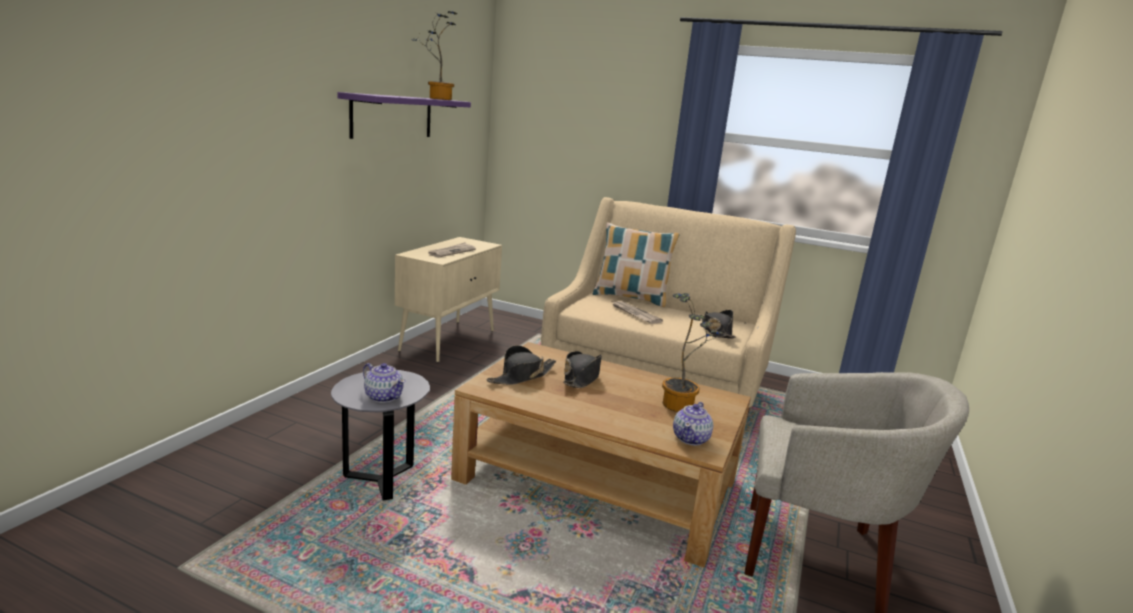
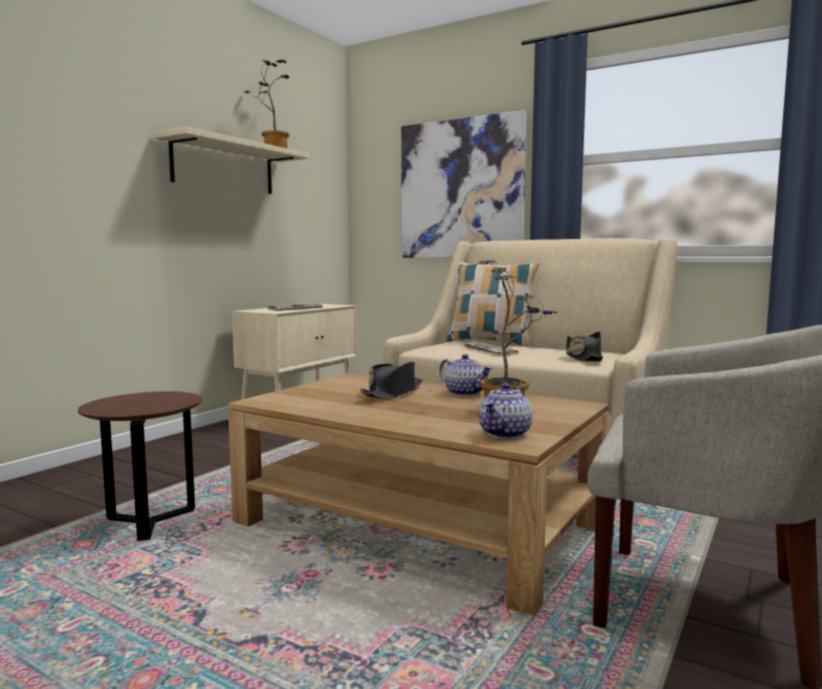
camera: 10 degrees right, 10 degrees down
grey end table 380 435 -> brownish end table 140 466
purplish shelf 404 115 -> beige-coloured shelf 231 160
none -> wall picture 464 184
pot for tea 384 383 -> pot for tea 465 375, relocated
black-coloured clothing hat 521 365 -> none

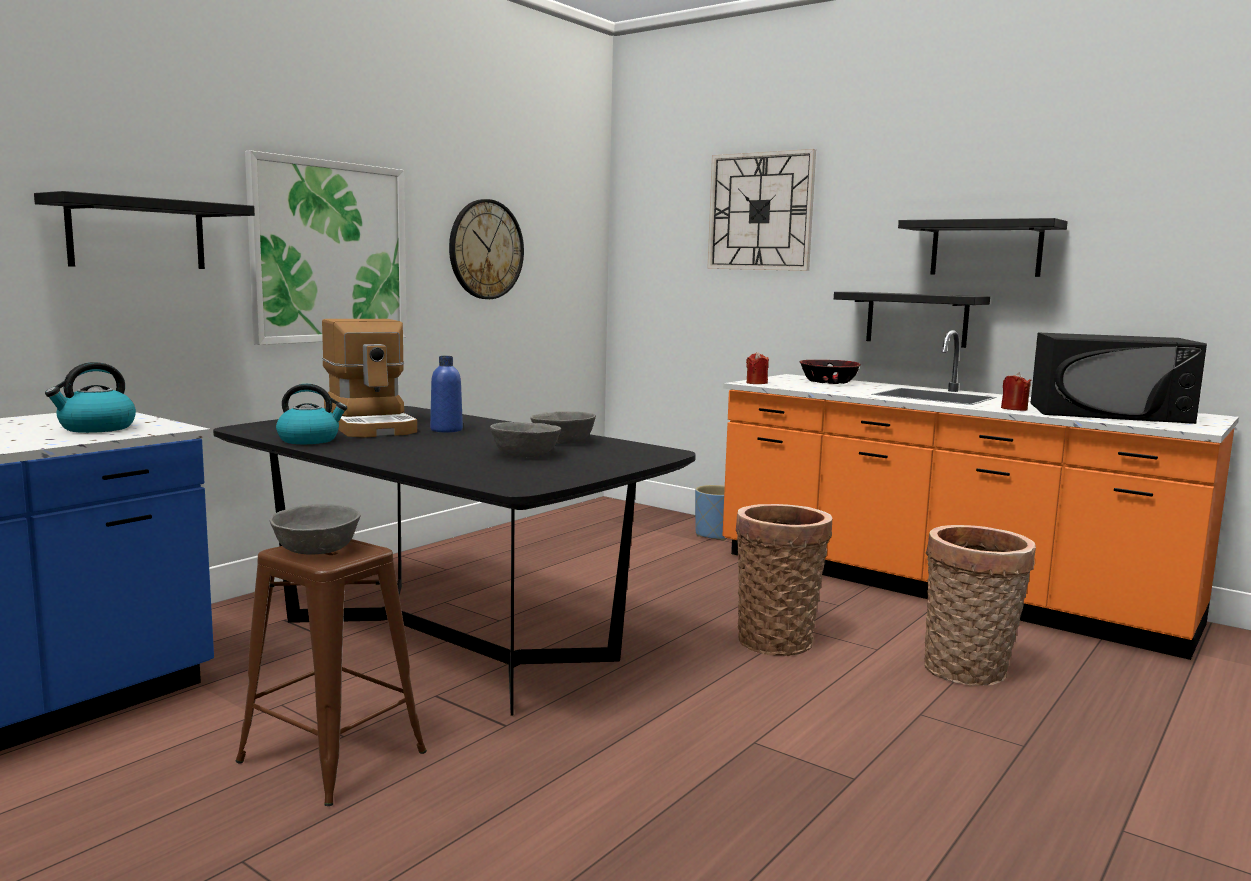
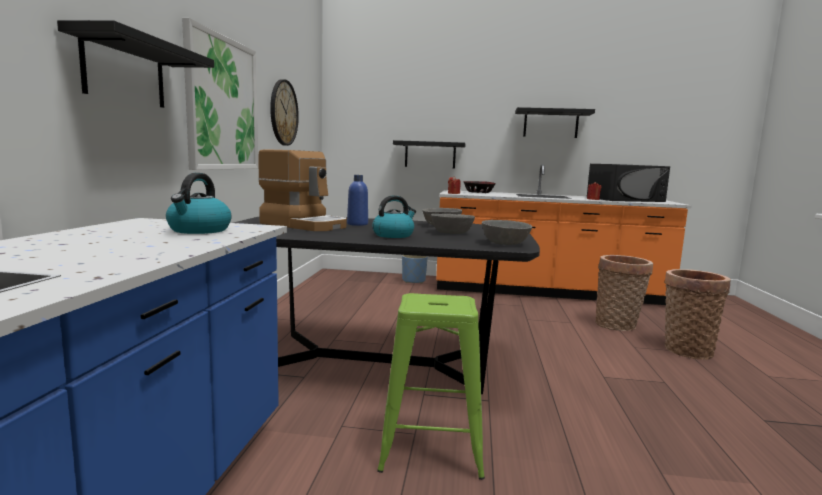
camera: 30 degrees left, 0 degrees up
kettle 311 414 -> kettle 394 216, relocated
brownish stool 331 672 -> green stool 431 386
black-coloured shelf 912 320 -> black-coloured shelf 429 154, relocated
grey bowl 315 529 -> grey bowl 507 232, relocated
household basket 784 580 -> household basket 697 314, relocated
wall clock 761 210 -> none

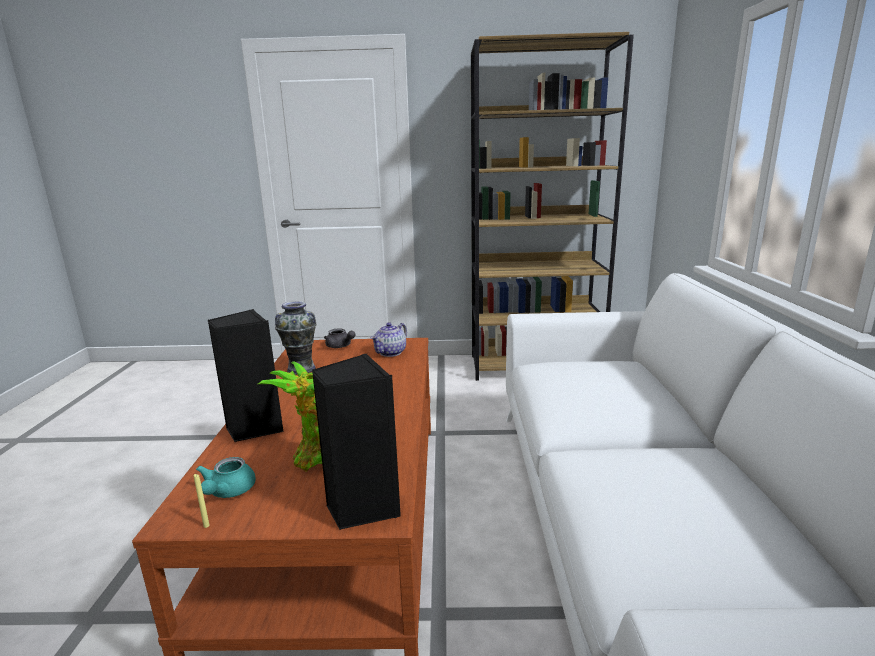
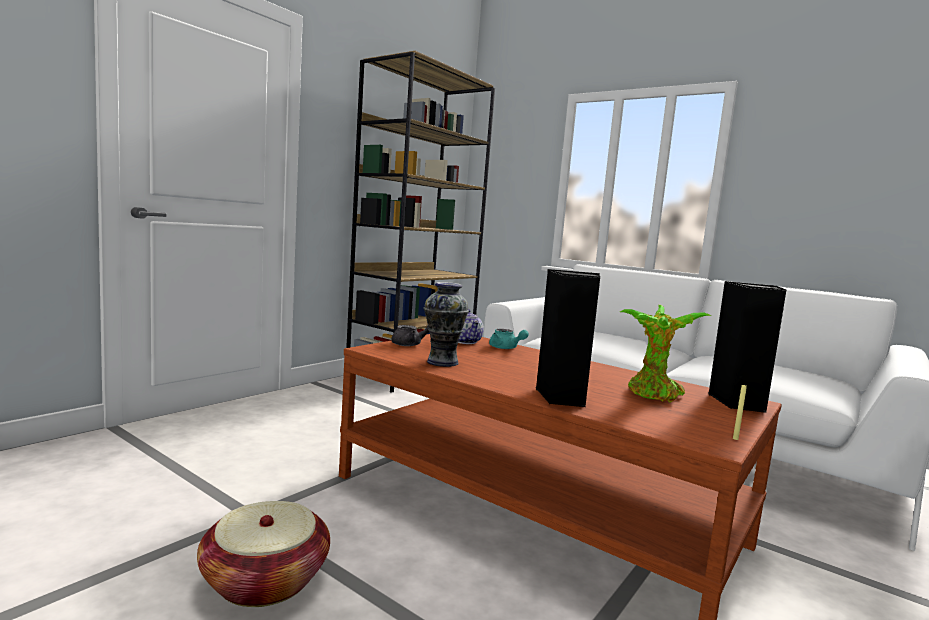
camera: 55 degrees left, 10 degrees down
none -> household basket 263 554
blue-green pot for tea 226 477 -> blue-green pot for tea 509 339, relocated

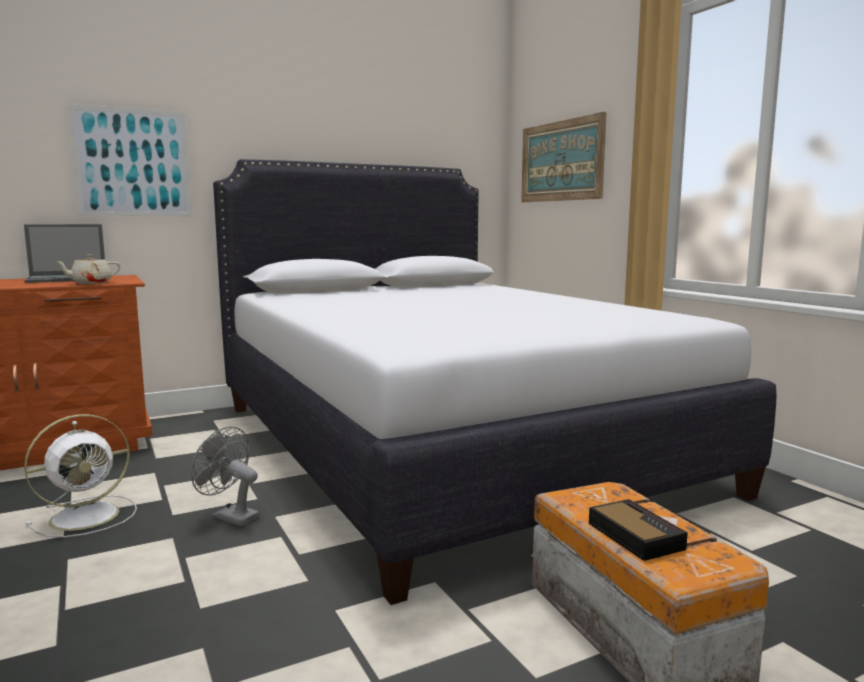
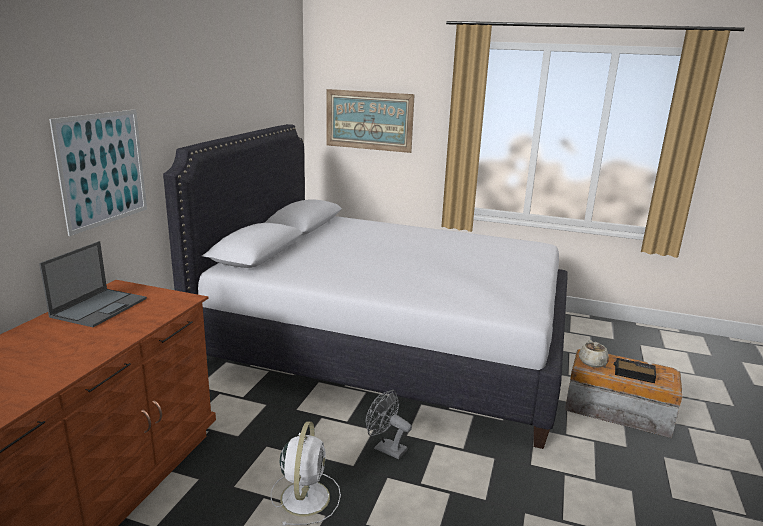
camera: 45 degrees left, 10 degrees up
grey fan 225 476 -> grey fan 389 424, 45 degrees clockwise
beige-coloured pot for tea 87 269 -> beige-coloured pot for tea 594 354, relocated

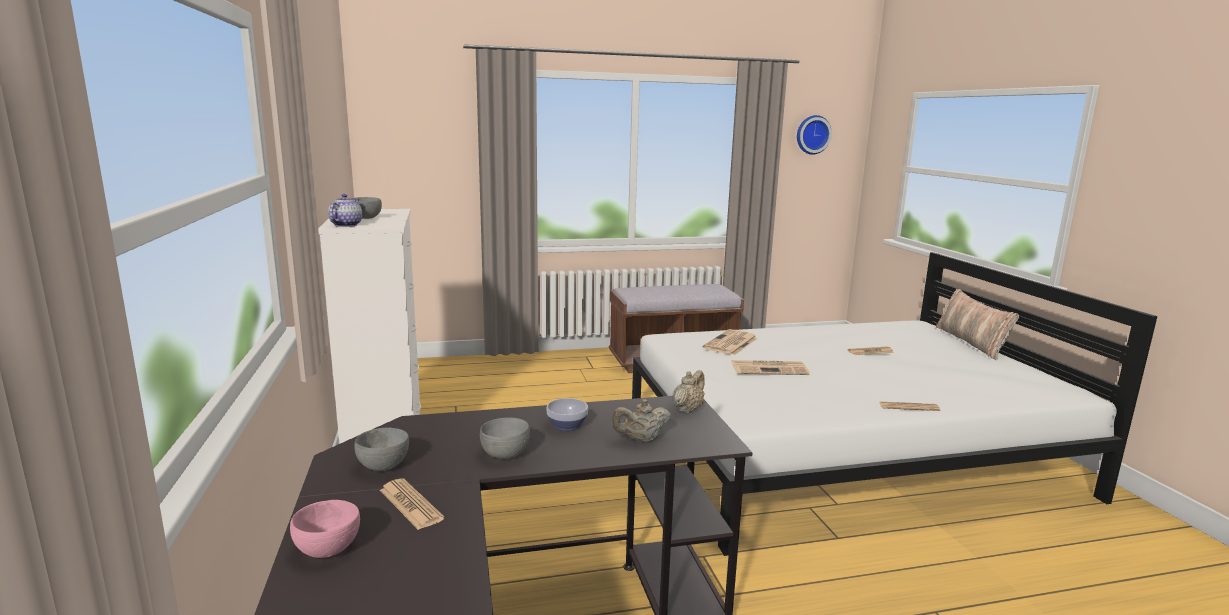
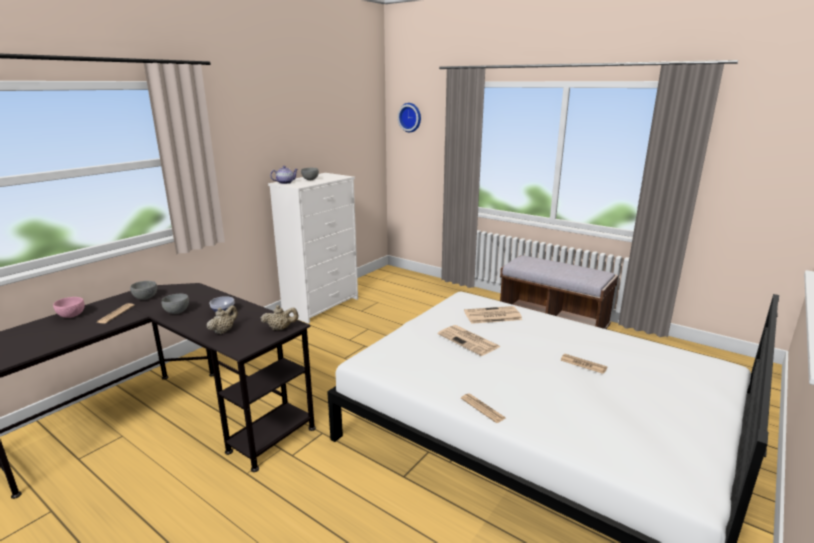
camera: 50 degrees right, 5 degrees up
beige-coloured pot for tea 641 421 -> beige-coloured pot for tea 222 319, 90 degrees clockwise
wall clock 814 135 -> wall clock 409 117, relocated
throw pillow 977 324 -> none

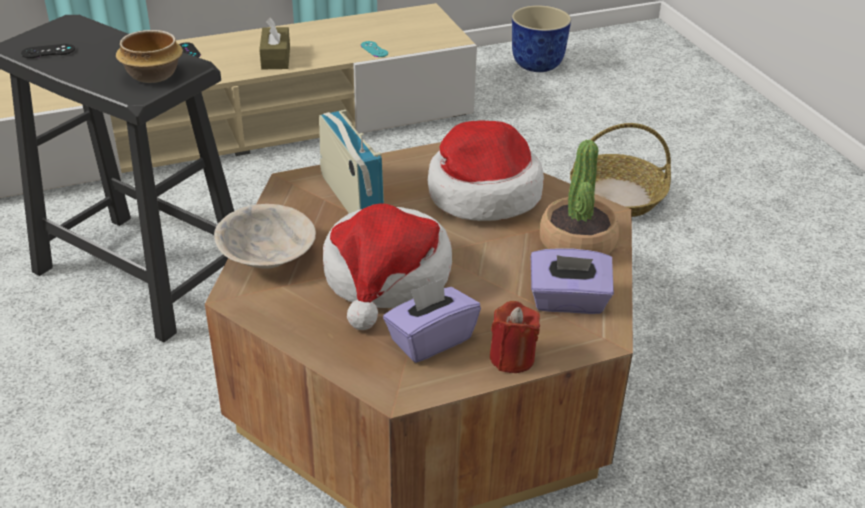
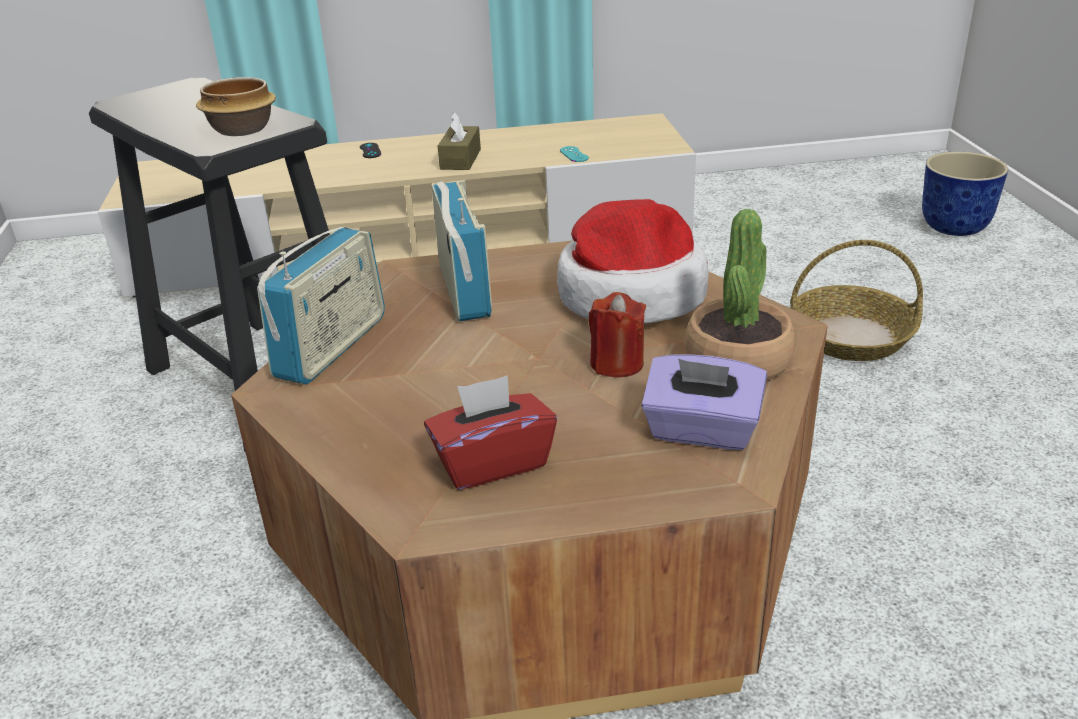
camera: 15 degrees right, 5 degrees down
beige-coloured bowl 265 236 -> radio set 321 305
purplish tissue box 432 321 -> reddish tissue box 490 432
reddish wax candle 515 337 -> reddish wax candle 617 335, relocated
flower pot 541 38 -> flower pot 965 194, relocated
black-coloured game controller 48 51 -> none
clothing hat 387 266 -> none

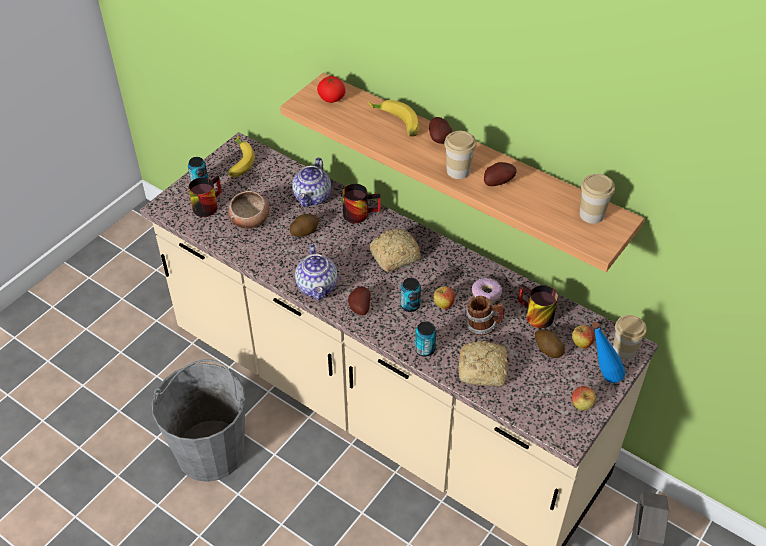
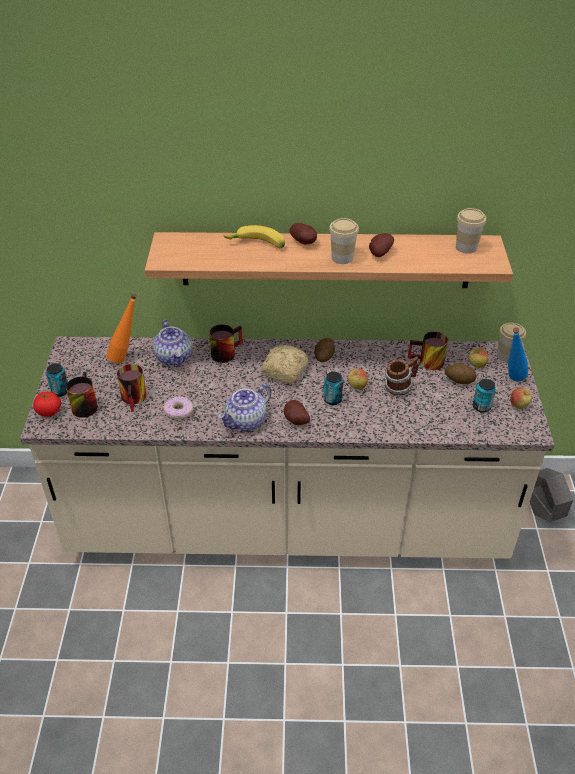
camera: 35 degrees left, 5 degrees down
whole tomato 331 89 -> whole tomato 47 404, relocated
none -> orangey beverage bottle 121 328
bowl 248 210 -> tea mug 132 387
donut 486 290 -> donut 178 408, relocated
pot for tea 316 272 -> pot for tea 245 407, 90 degrees clockwise
spud 304 225 -> spud 325 350, relocated
sealed can 425 339 -> sealed can 484 396, relocated
grey pail 198 420 -> none
banana 241 156 -> none
bread 483 363 -> none

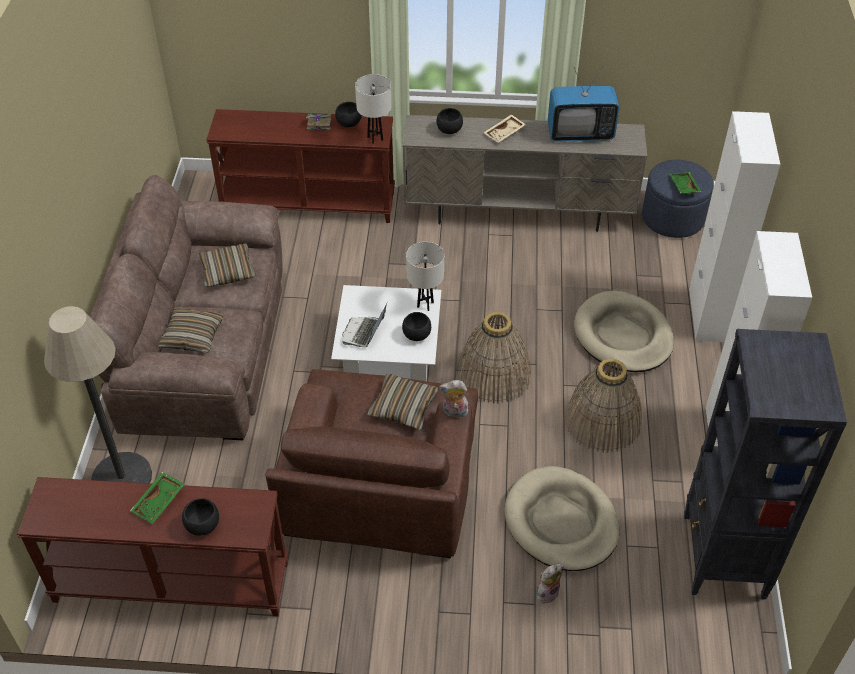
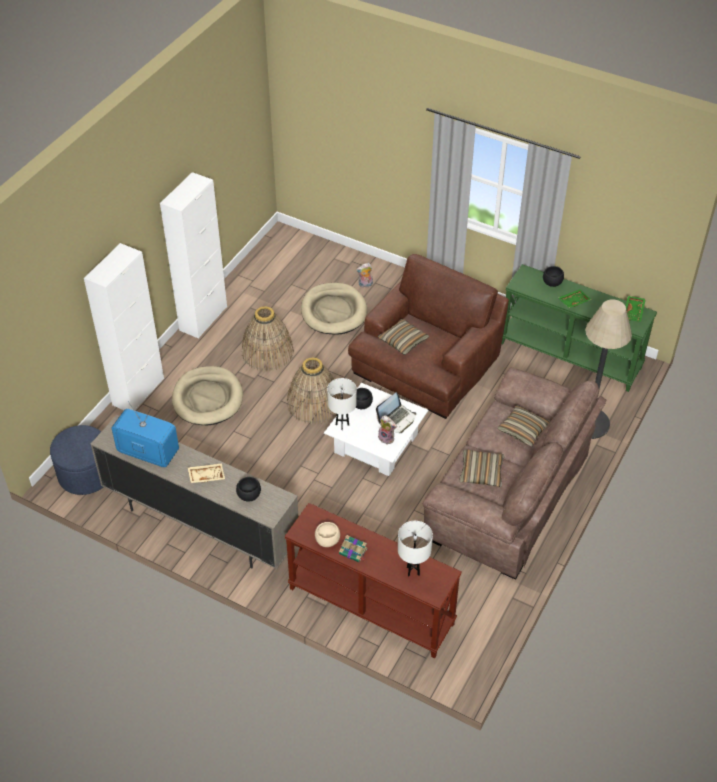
camera: 155 degrees left, 0 degrees up
black-coloured bowl 348 114 -> beige-coloured bowl 327 534
cuddly toy 453 399 -> cuddly toy 387 429, relocated
white lamp for a table 373 109 -> white lamp for a table 415 549, relocated
brownish narrow table 152 547 -> green narrow table 579 328
green tray 685 183 -> green tray 636 309, relocated
black-coloured bookcase 765 464 -> none

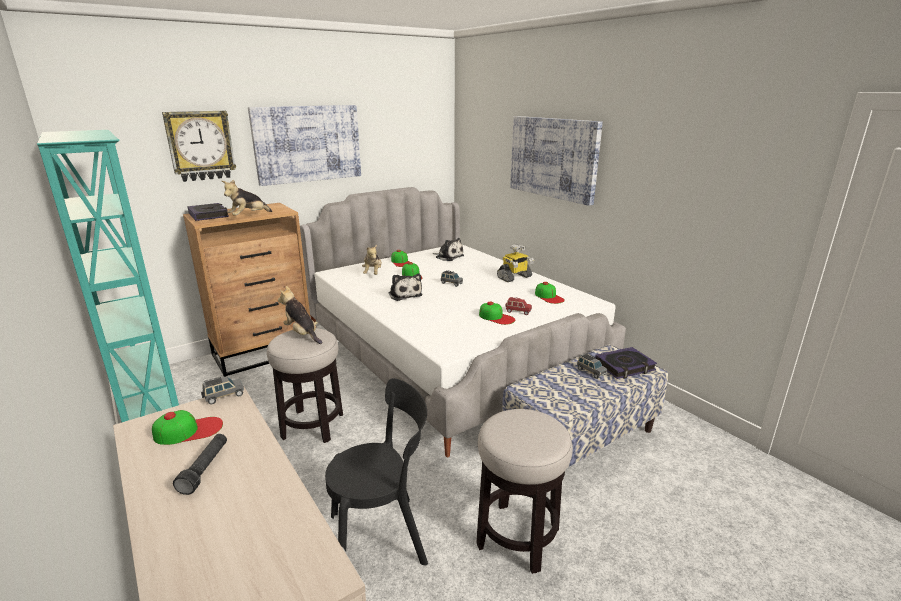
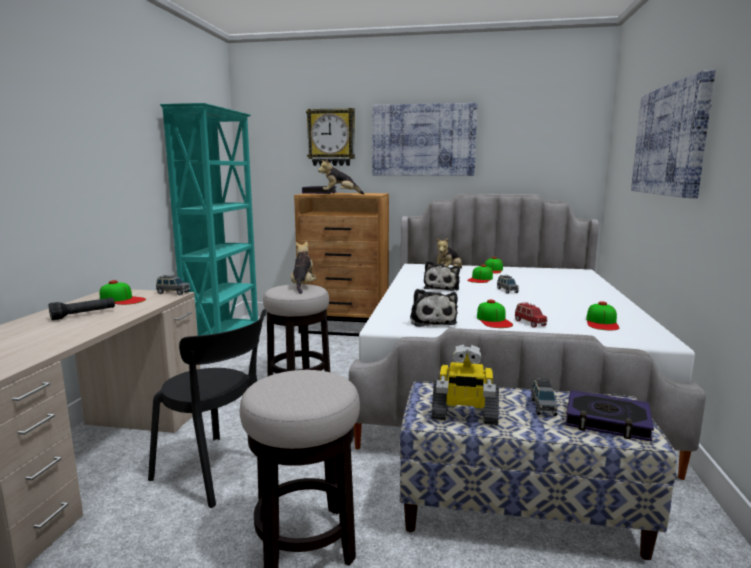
camera: 45 degrees right, 10 degrees down
cuddly toy 449 249 -> cuddly toy 434 308, relocated
model robot 515 263 -> model robot 465 384, relocated

